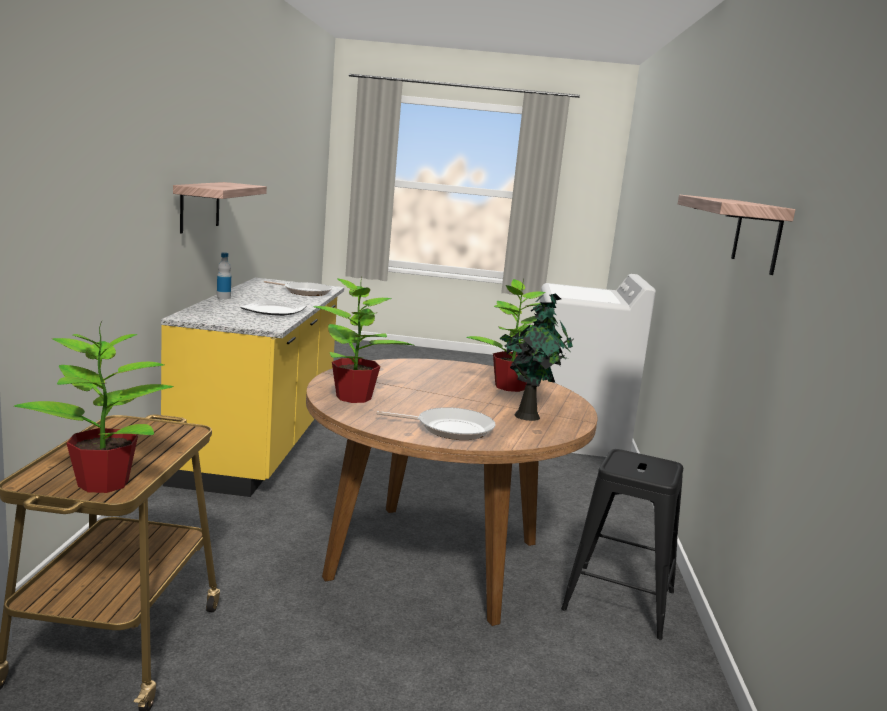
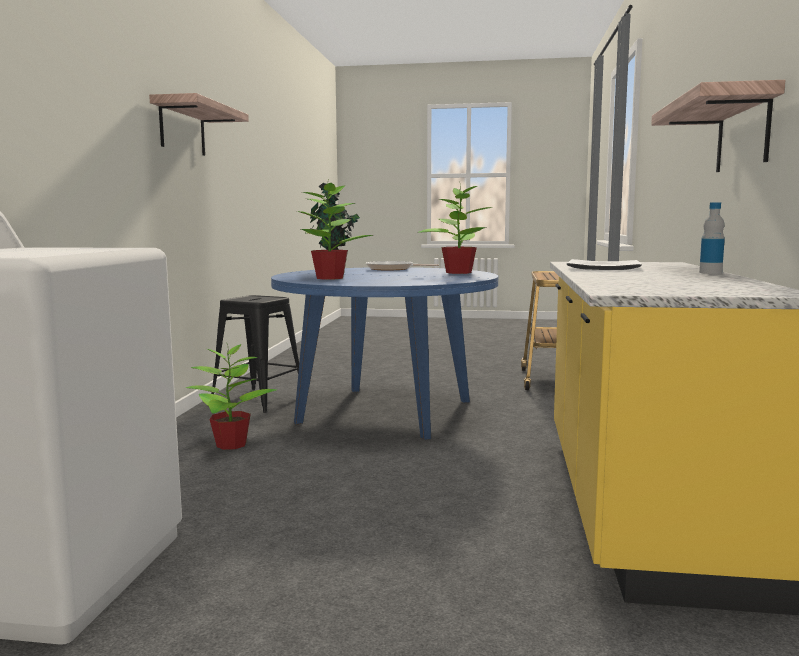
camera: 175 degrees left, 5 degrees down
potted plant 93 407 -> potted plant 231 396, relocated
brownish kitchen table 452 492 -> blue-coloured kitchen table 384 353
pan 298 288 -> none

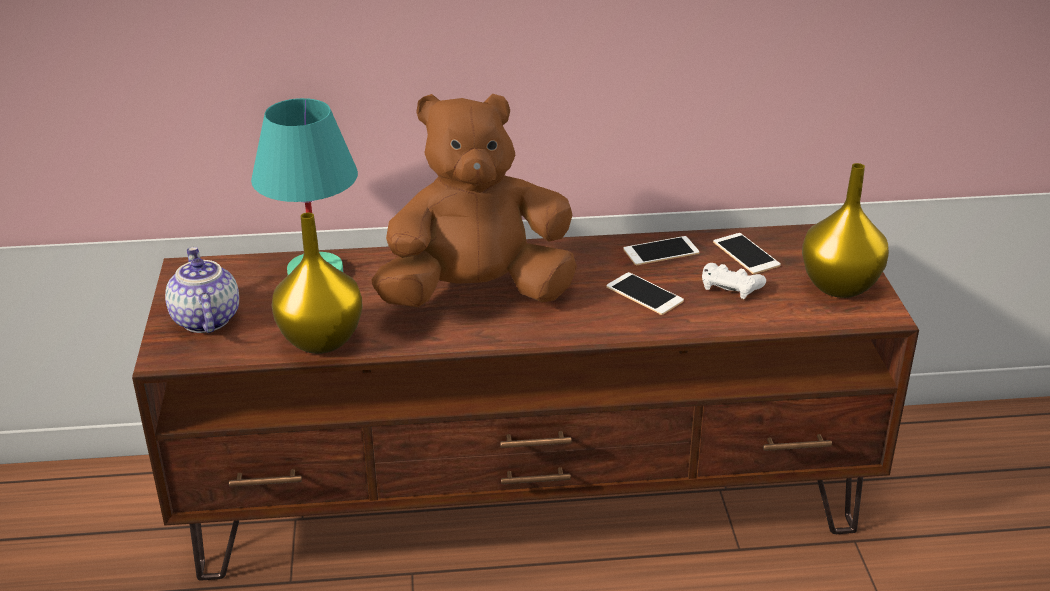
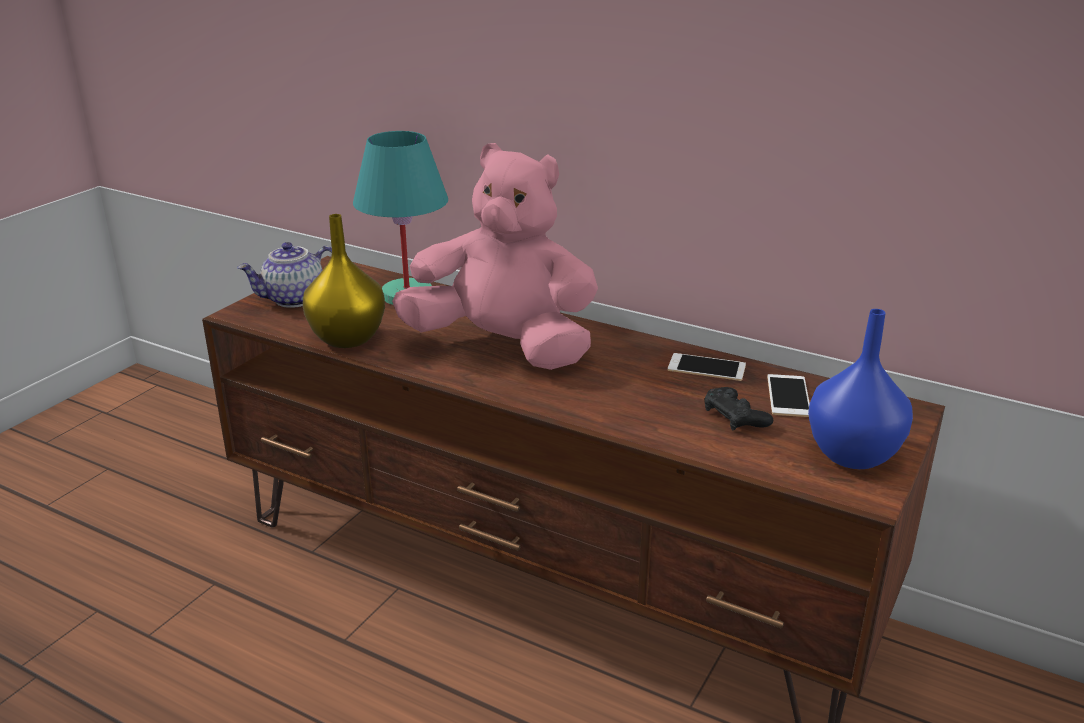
camera: 35 degrees right, 5 degrees down
pot for tea 202 290 -> pot for tea 284 275, 135 degrees counterclockwise
brownish cuddly toy 474 200 -> pink cuddly toy 495 256
white game controller 734 281 -> black-coloured game controller 738 408
yellow-coloured flower vase 845 230 -> blue-coloured flower vase 860 389
handset 645 293 -> none

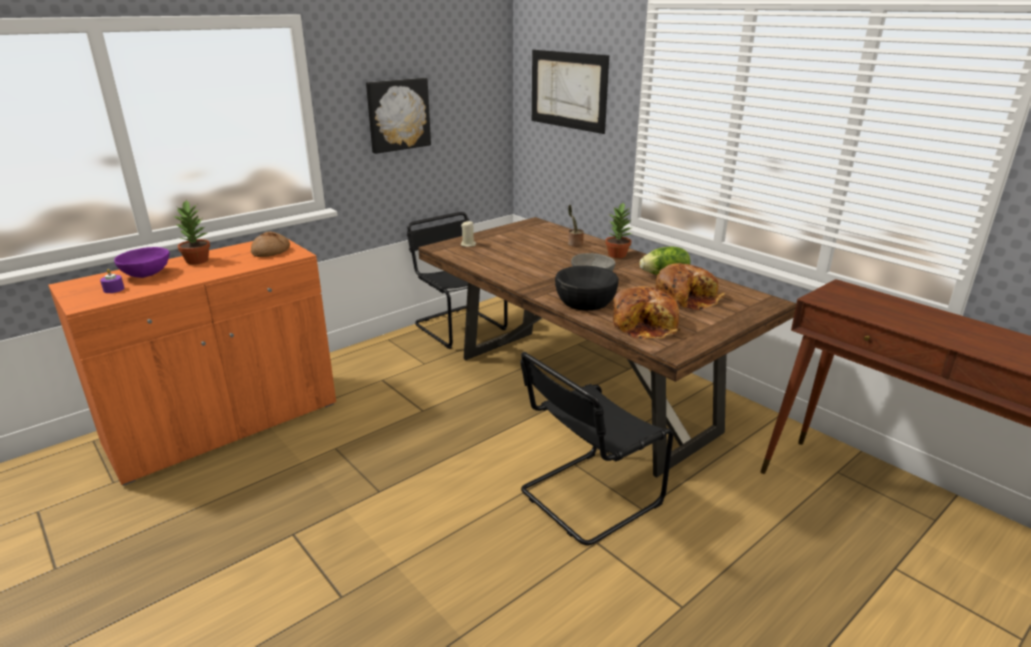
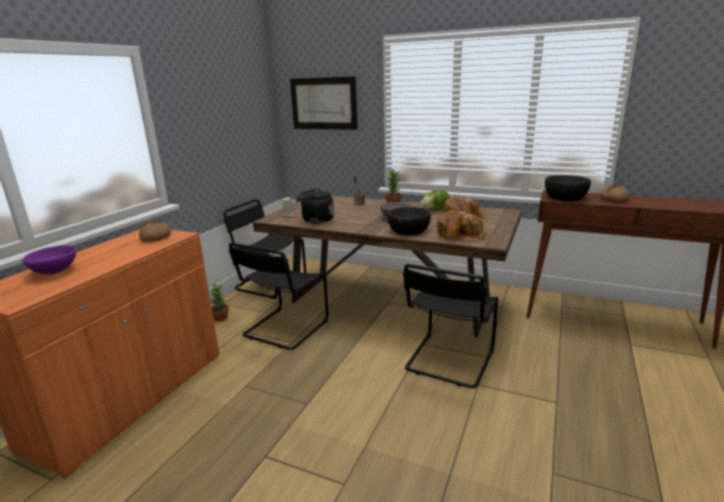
camera: 25 degrees left, 5 degrees down
potted plant 191 232 -> potted plant 218 302, relocated
none -> black-coloured plain chair 279 296
none -> black-coloured kettle 315 205
none -> black-coloured bowl 568 188
none -> bread 615 193
purplish wax candle 112 281 -> none
wall picture 398 116 -> none

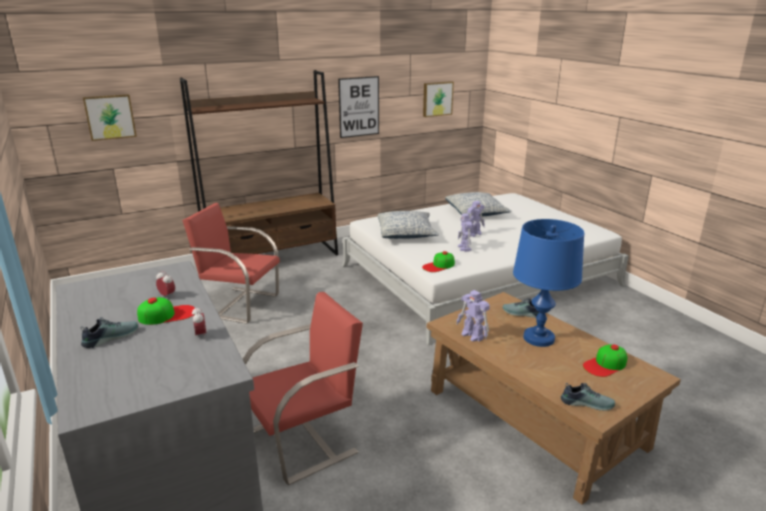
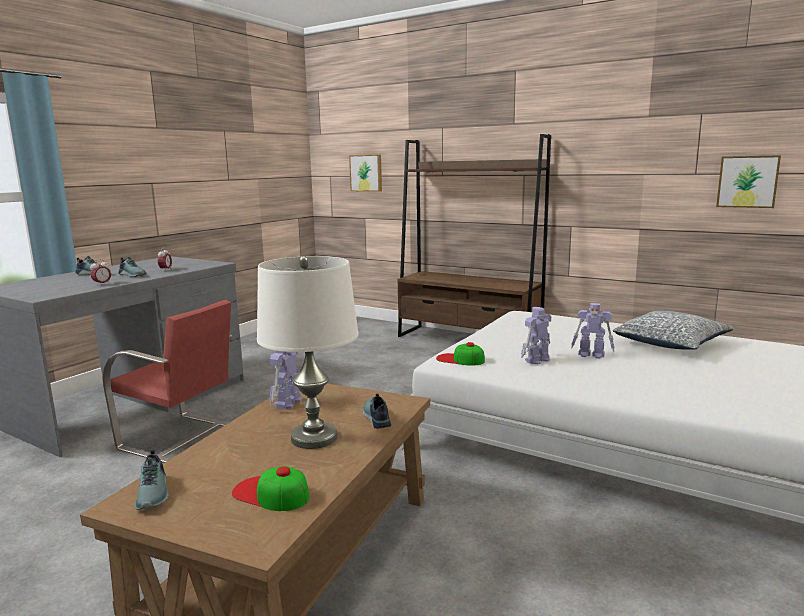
camera: 60 degrees right, 10 degrees down
peaked cap 166 311 -> shoe 133 266
blue-coloured lamp for a table 548 283 -> white lamp for a table 308 352
reddish plain chair 231 263 -> none
wall picture 358 107 -> none
throw pillow 408 225 -> none

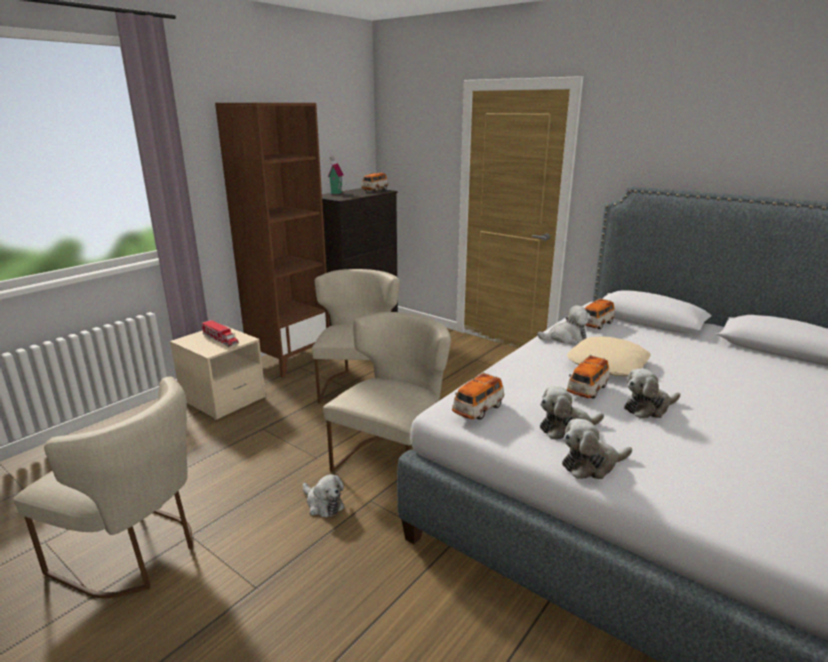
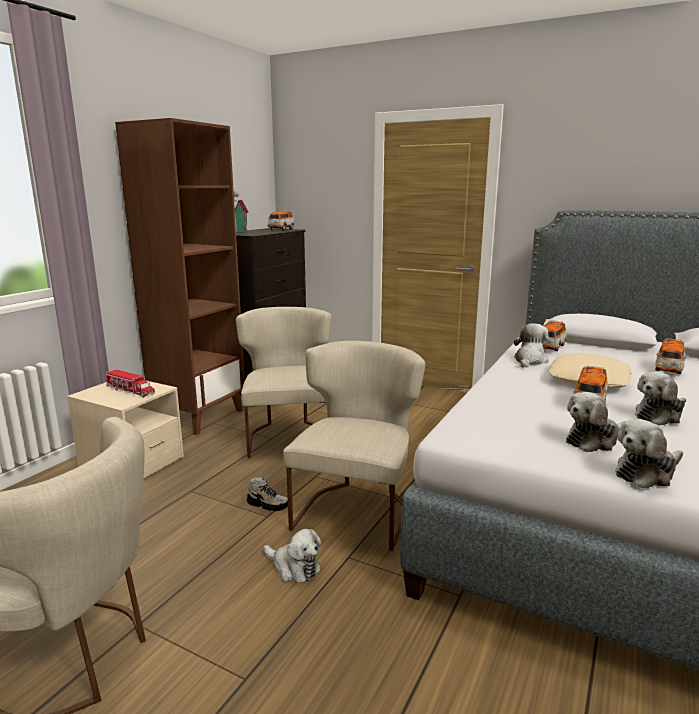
camera: 10 degrees left, 5 degrees down
none -> shoe 267 493
cuddly toy 564 325 -> cuddly toy 531 345, 45 degrees counterclockwise
miniature car 478 396 -> miniature car 670 356, relocated

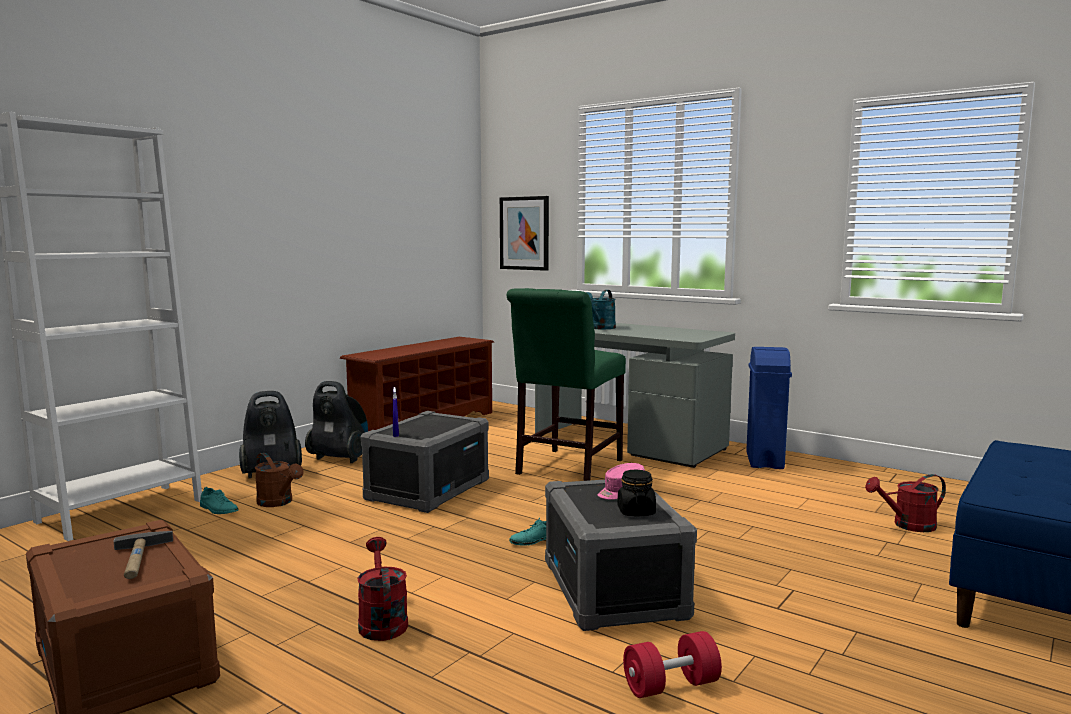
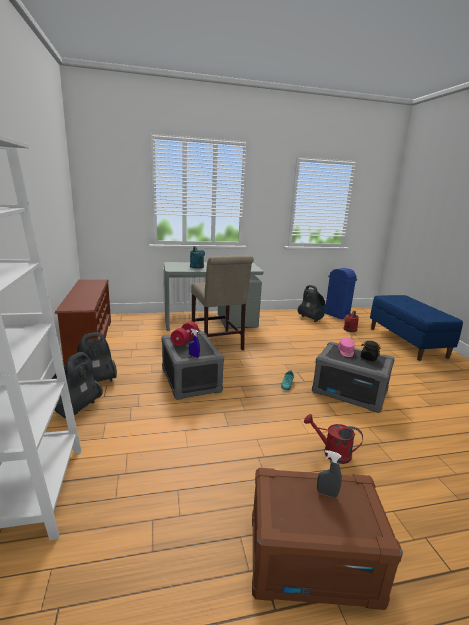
camera: 50 degrees left, 10 degrees up
reddish free weight 672 664 -> reddish free weight 185 333, relocated
green plain chair 566 384 -> beige-coloured plain chair 222 302
none -> vacuum 312 303
hammer 143 555 -> grey sprayer 329 474
blue-coloured rubbish bin 769 408 -> blue-coloured rubbish bin 341 293, relocated
blue-green shoe 219 500 -> none
brownish watering pot 279 480 -> none
wall picture 524 233 -> none

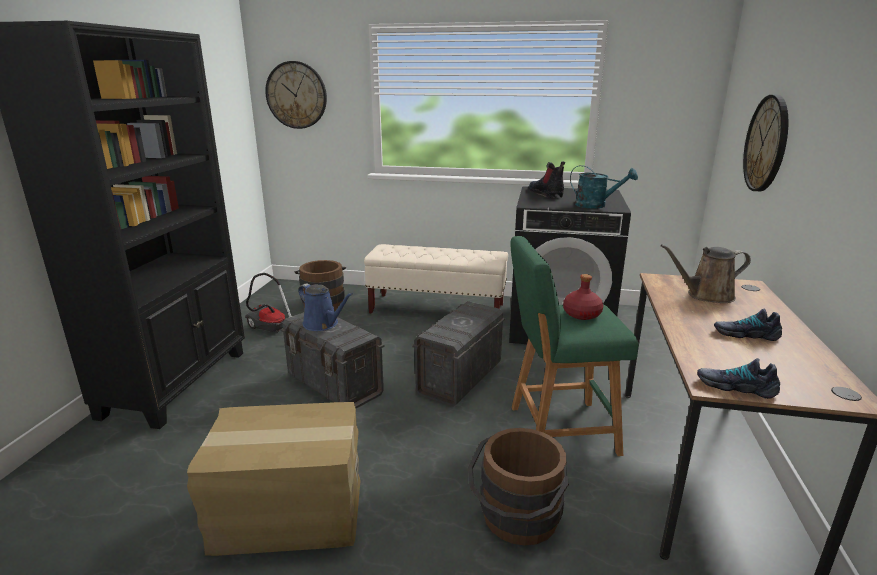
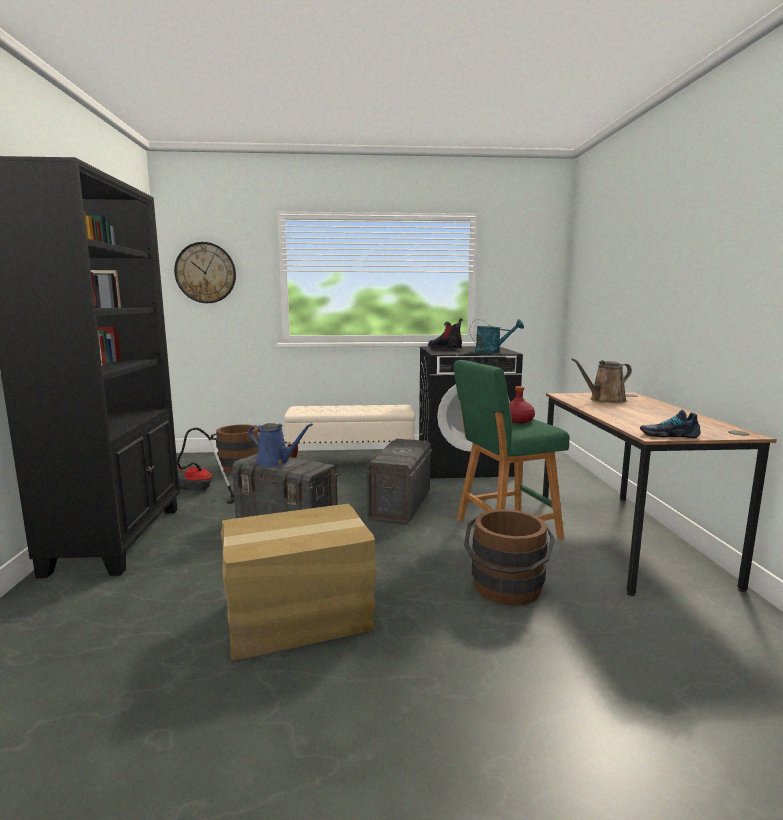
camera: 15 degrees left, 10 degrees down
shoe 748 325 -> none
wall clock 765 143 -> none

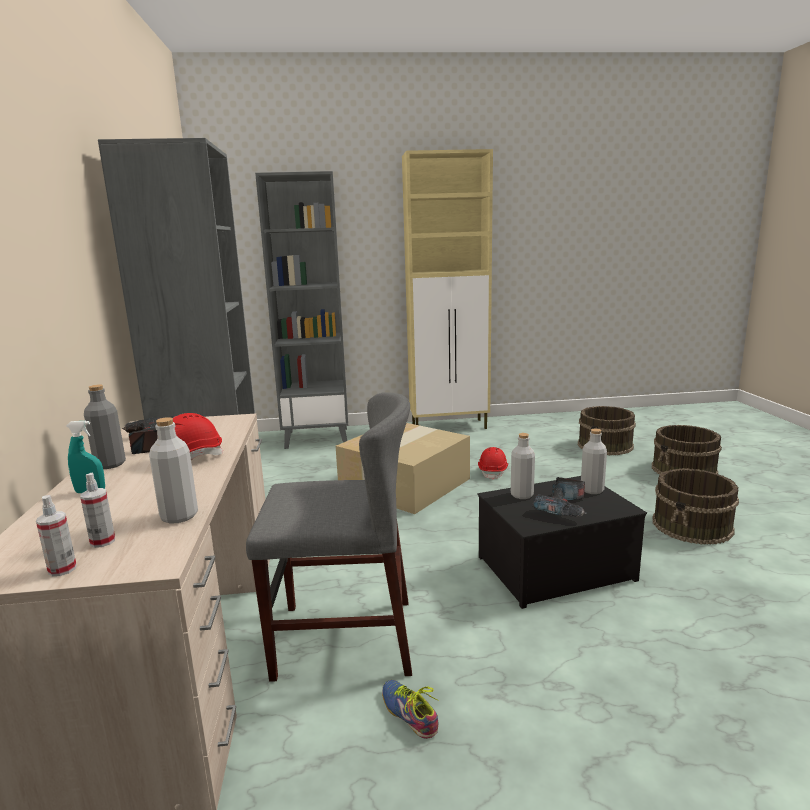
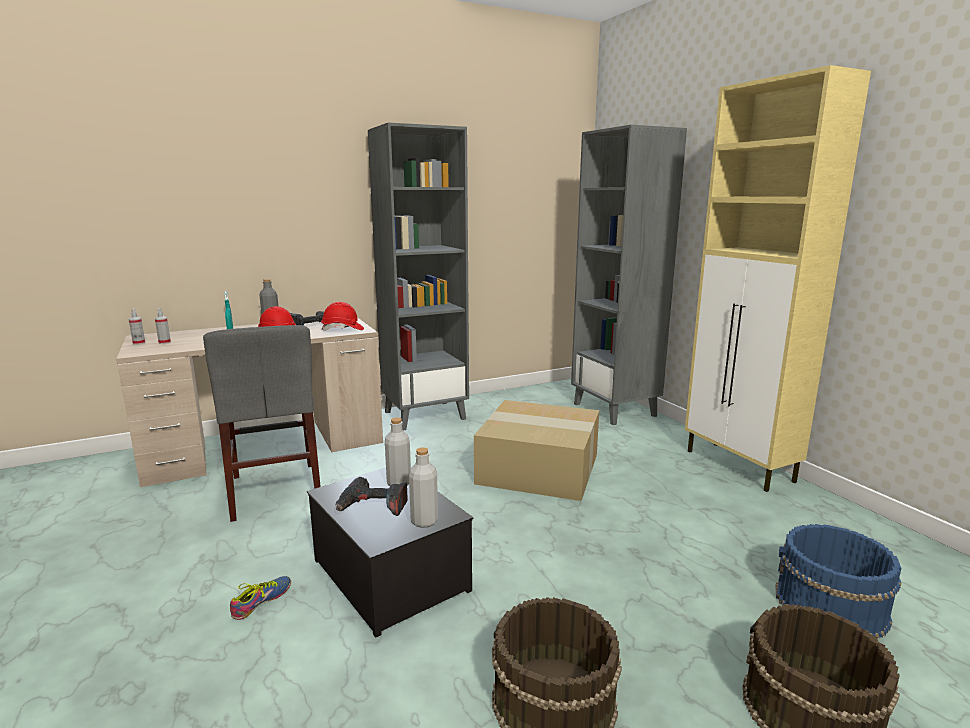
camera: 70 degrees right, 0 degrees up
shoe 410 709 -> shoe 260 598, relocated
reddish safety helmet 493 463 -> reddish safety helmet 342 316, relocated
brownish pail 607 430 -> blue-coloured pail 838 581
grey beverage bottle 173 470 -> none

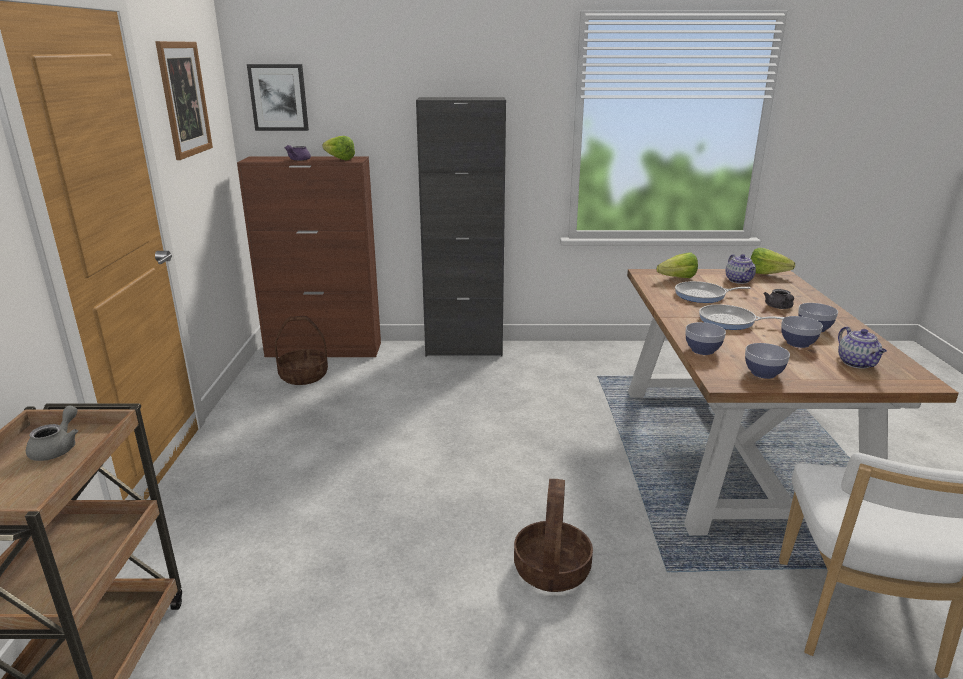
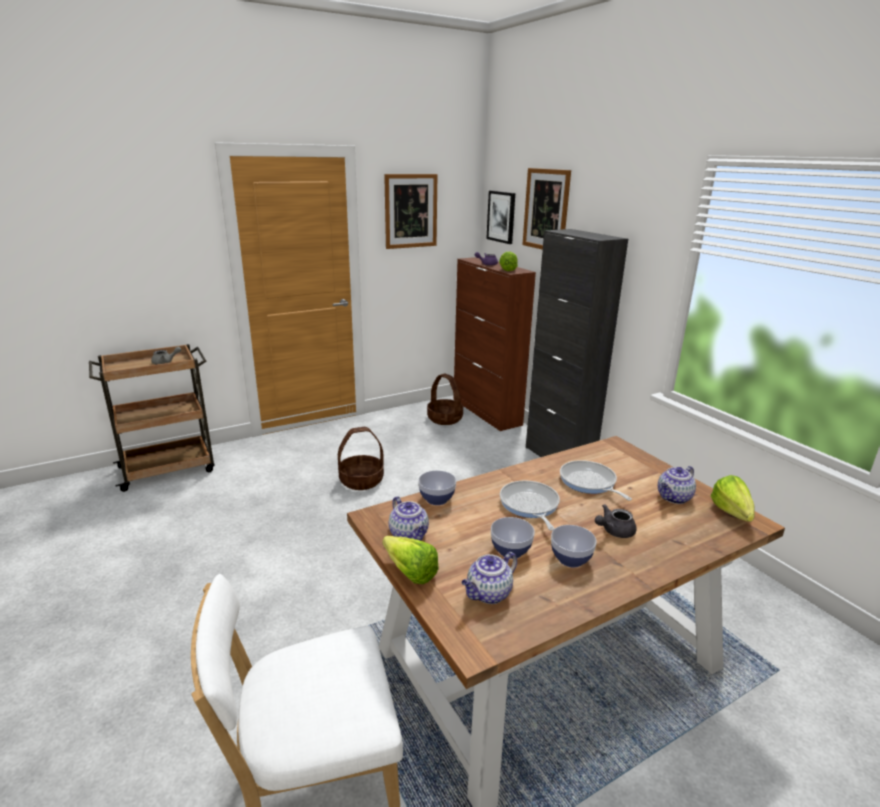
camera: 60 degrees right, 0 degrees up
household basket 553 535 -> household basket 361 458, relocated
lettuce 677 265 -> lettuce 410 560, relocated
bowl 767 361 -> pot for tea 409 518
none -> wall picture 546 209

